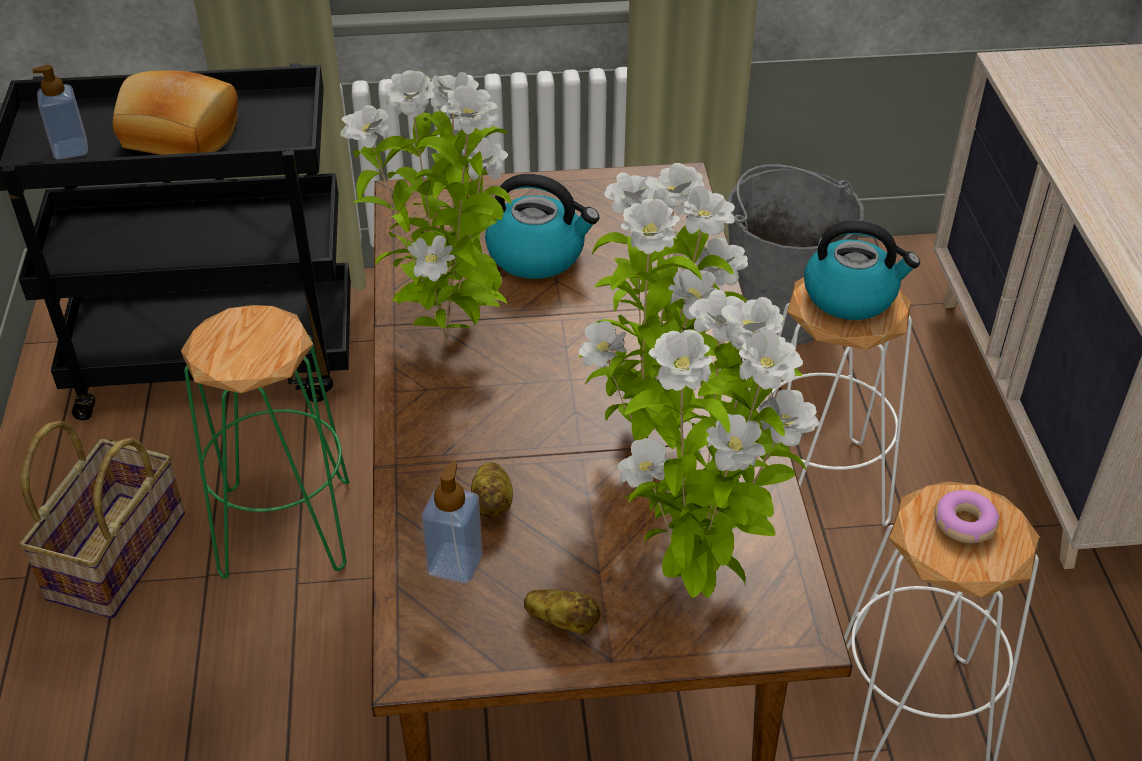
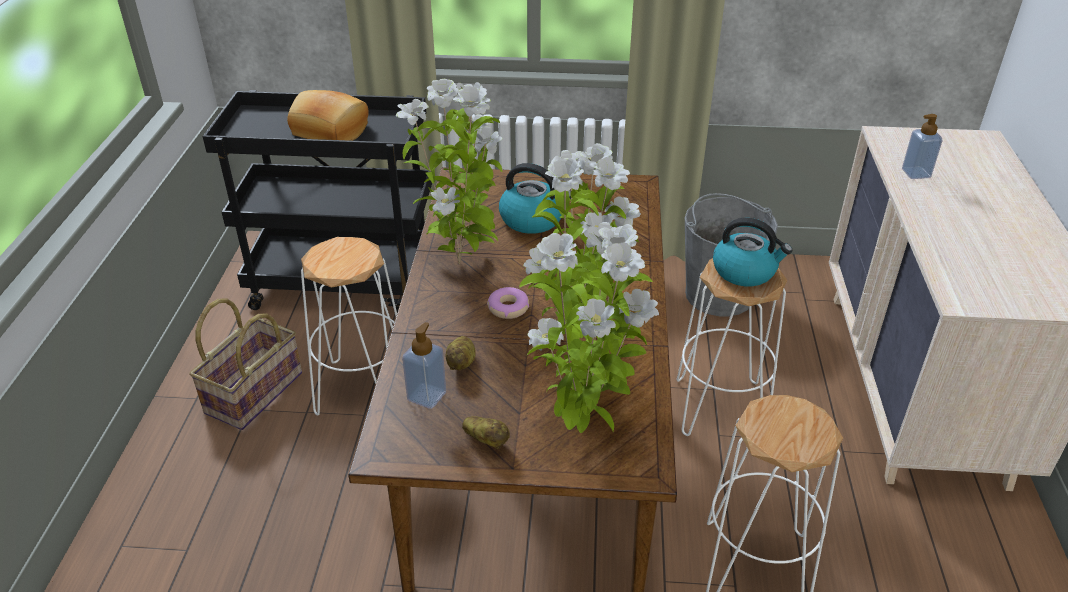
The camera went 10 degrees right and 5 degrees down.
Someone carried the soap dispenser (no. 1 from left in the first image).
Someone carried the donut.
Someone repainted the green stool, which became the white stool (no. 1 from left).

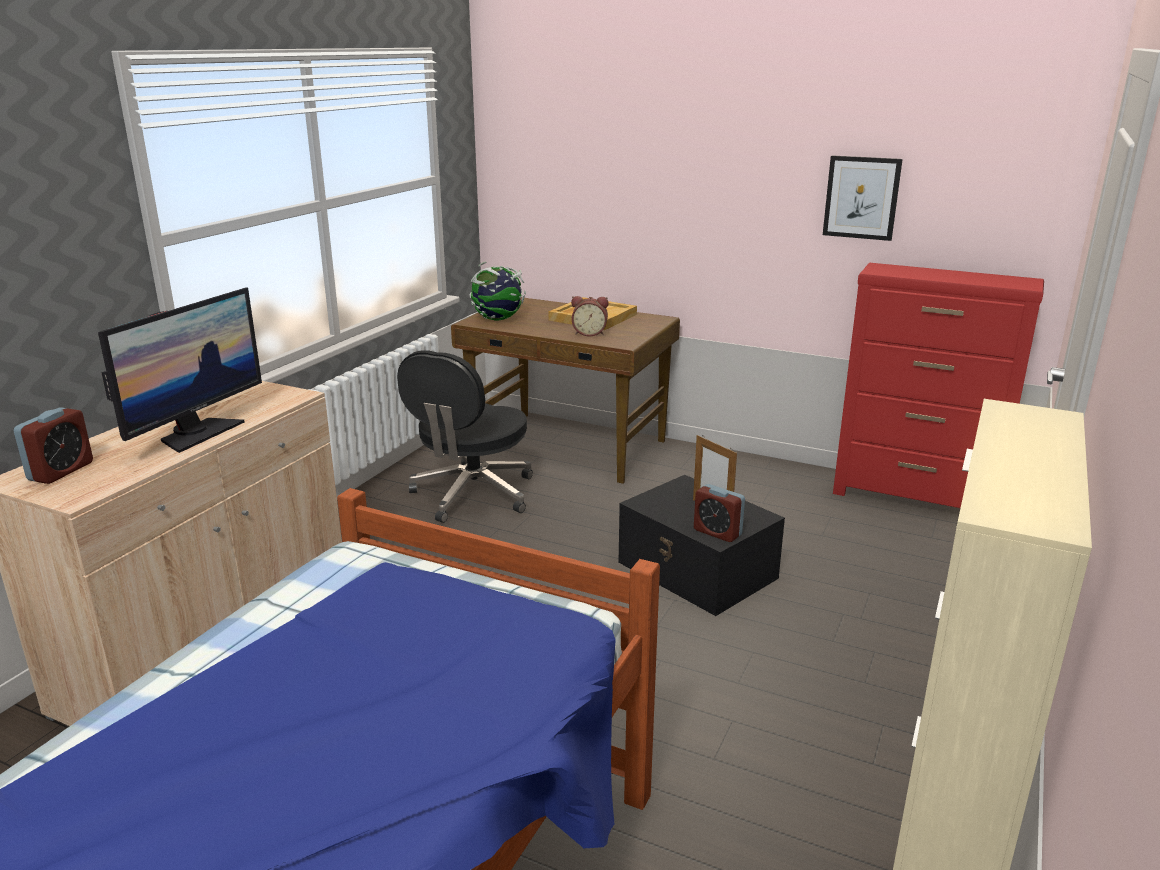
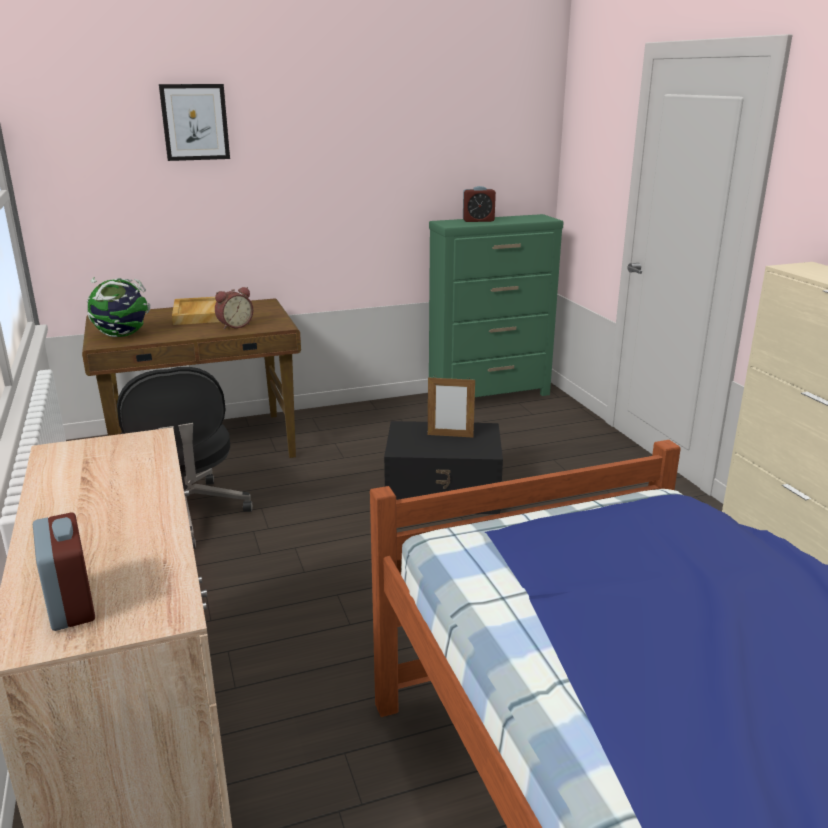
The camera went 45 degrees left and 0 degrees up.
Someone took away the monitor.
Someone carried the alarm clock (no. 3 from left).
Someone carried the picture.
Someone repainted the red dresser, which became the green dresser.

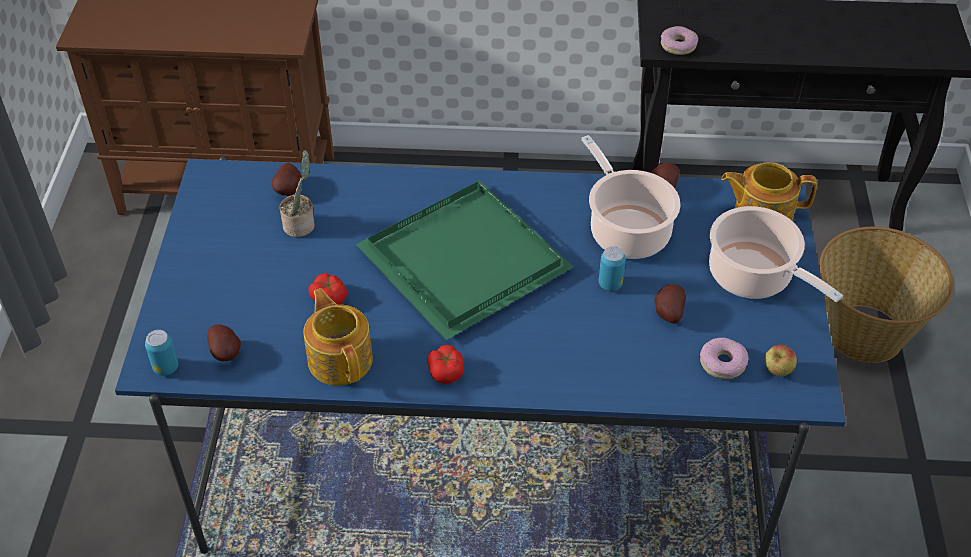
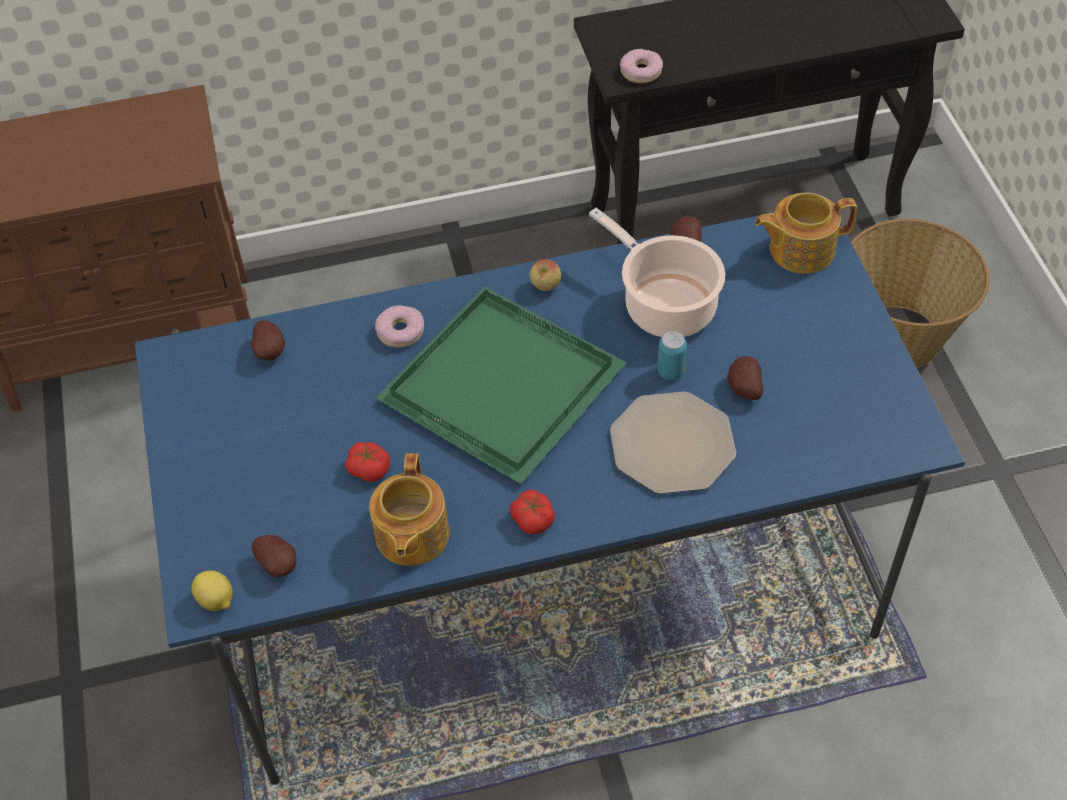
The camera went 15 degrees left and 5 degrees up.
Someone took away the potted plant.
Someone took away the cooking pot (no. 2 from left).
Someone put down the plate.
Someone carried the donut (no. 2 from left in the first image).
Someone carried the apple.
Someone swapped the can (no. 1 from left) for the lemon.
Someone rotated the teapot (no. 1 from left) by 135 degrees counterclockwise.

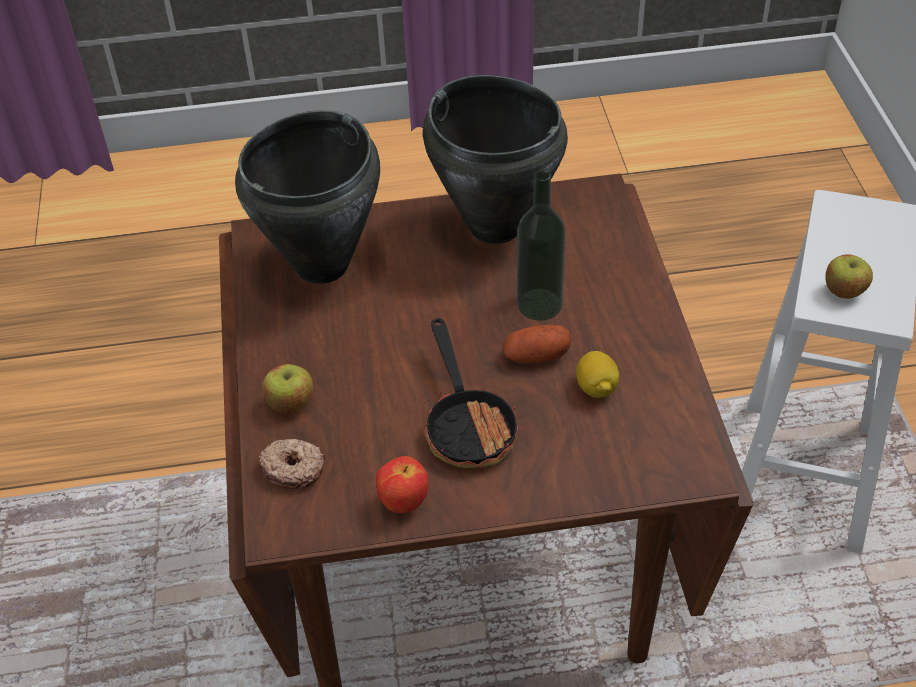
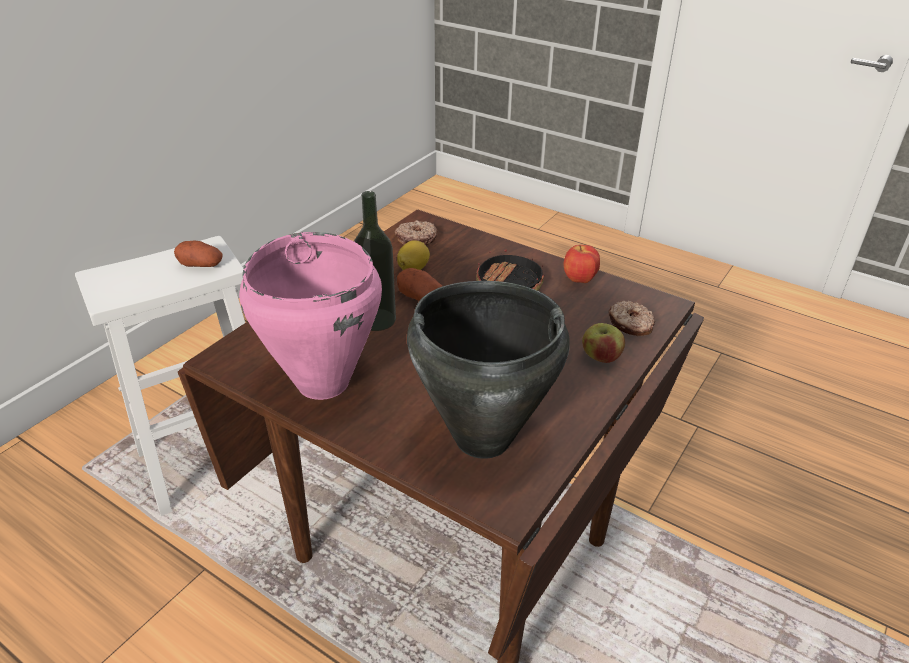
The camera went 140 degrees left and 10 degrees down.
Someone put down the donut (no. 1 from left).
Someone swapped the apple (no. 3 from left) for the potato (no. 1 from left).
Someone repainted the black cooking pot (no. 2 from left), which became the pink cooking pot.

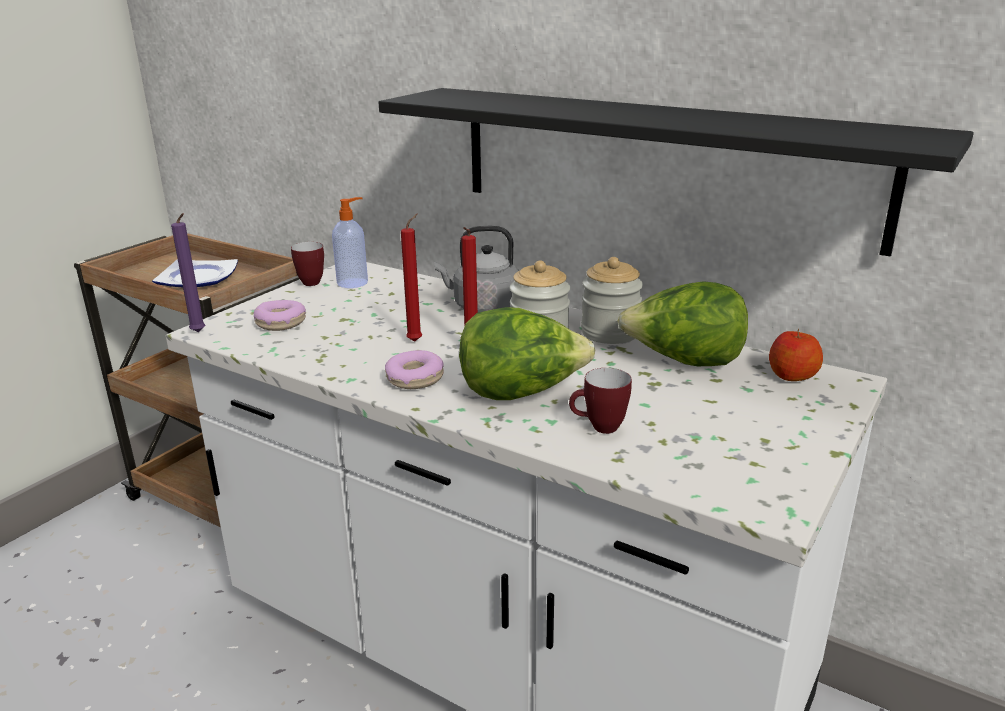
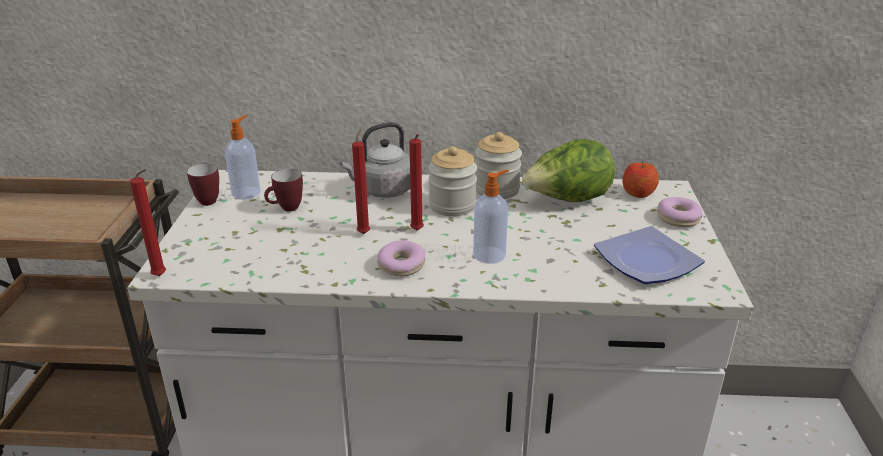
The camera went 30 degrees left and 5 degrees up.
Someone took away the black shelf.
Someone carried the plate.
Someone carried the donut (no. 1 from left in the first image).
Someone carried the mug (no. 2 from left).
Someone swapped the lettuce (no. 1 from left) for the soap dispenser (no. 2 from left).
Someone repainted the purple candle, which became the red candle (no. 1 from left).

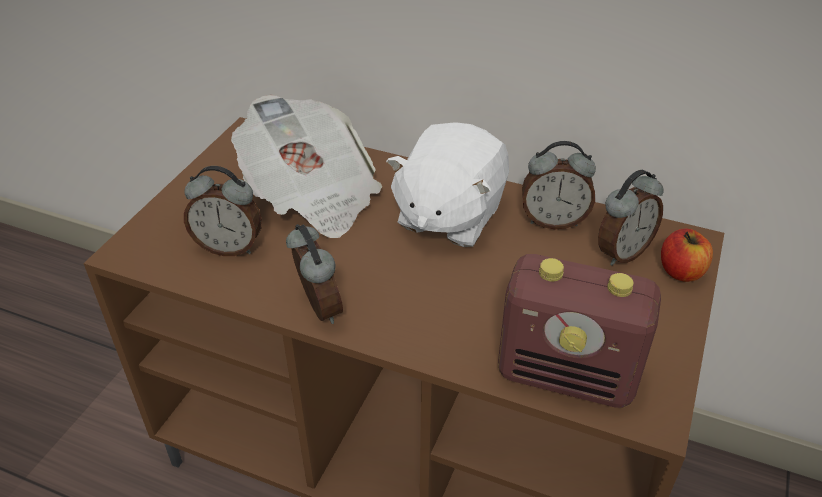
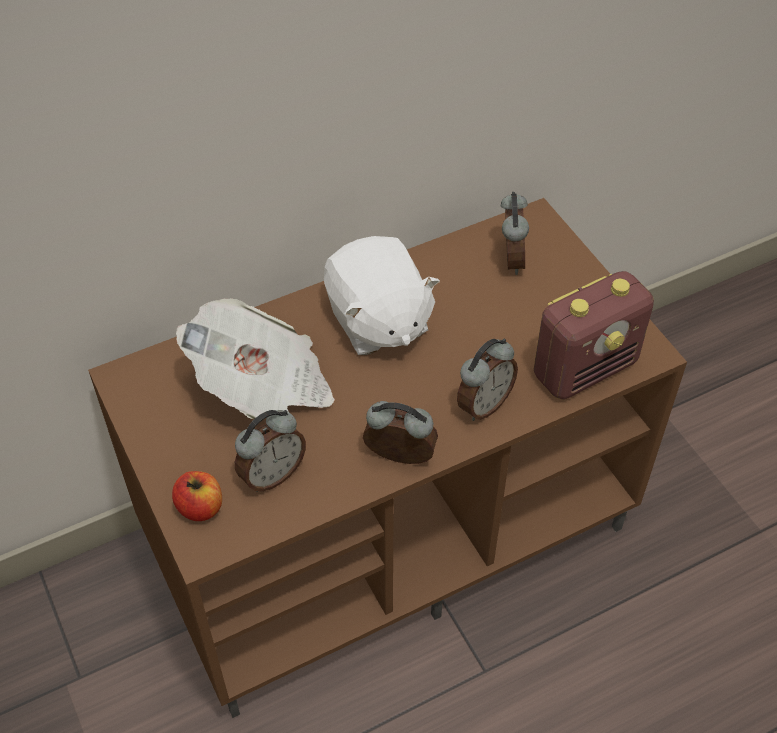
The camera went 50 degrees left and 10 degrees up.
Someone carried the alarm clock (no. 3 from left).
Someone carried the apple.

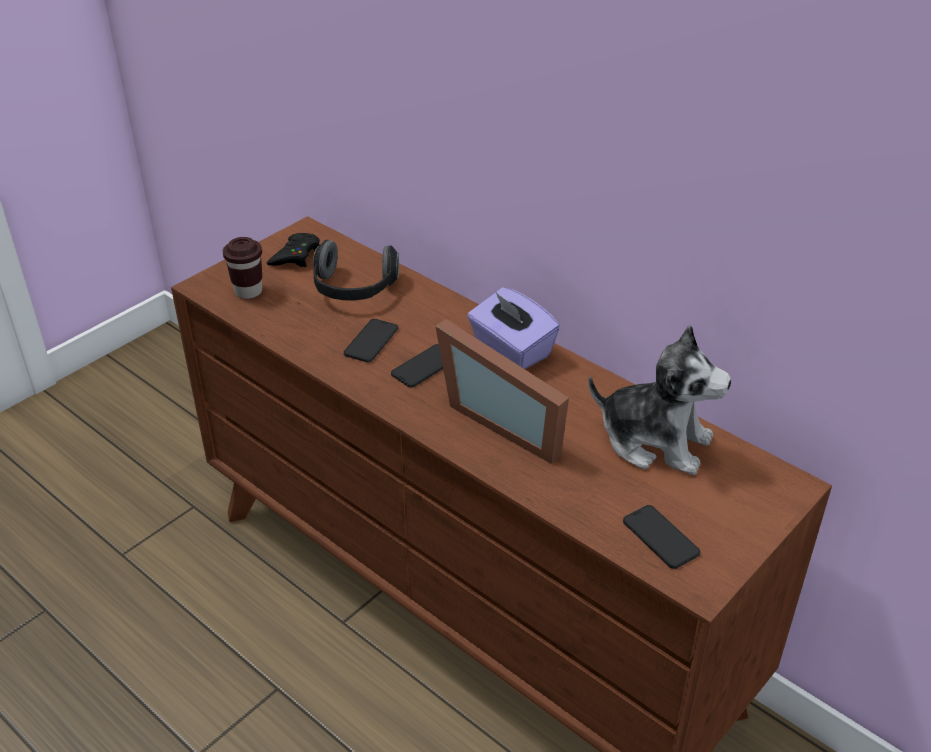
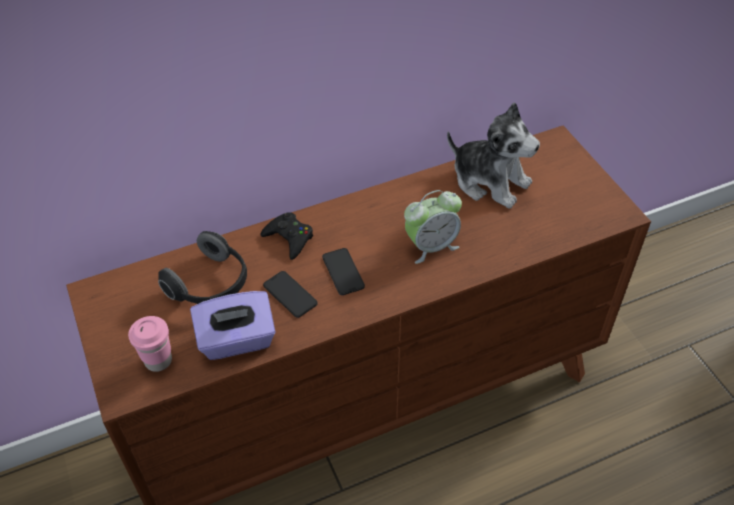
The camera went 65 degrees left and 10 degrees up.
Someone took away the phone (no. 3 from left).
Someone carried the black game controller.
Someone carried the purple tissue box.
Someone swapped the picture frame for the alarm clock.
Someone repainted the brown cup, which became the pink cup.
Someone rotated the plush toy by 75 degrees clockwise.

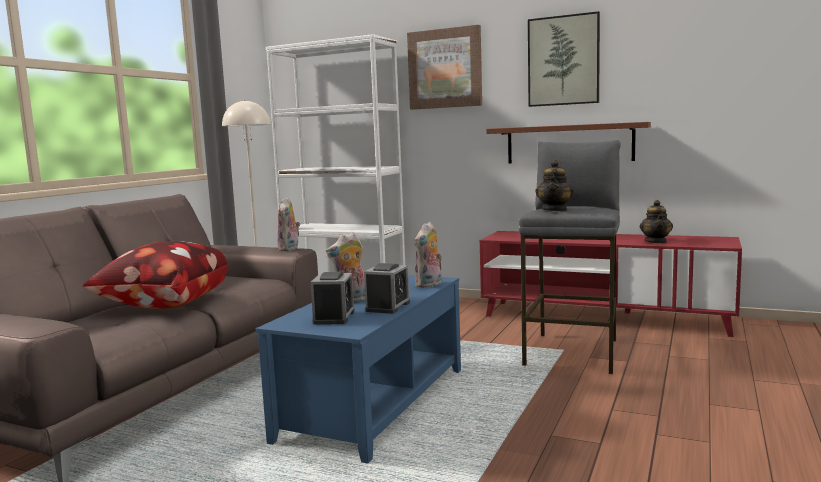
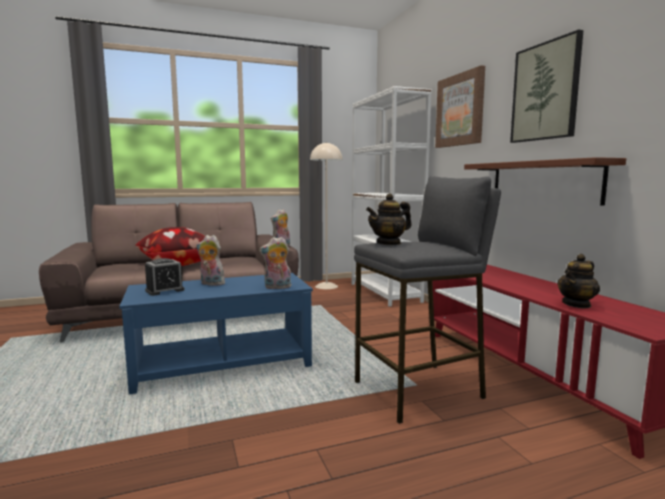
The camera went 45 degrees right and 0 degrees up.
Someone took away the alarm clock (no. 2 from left).

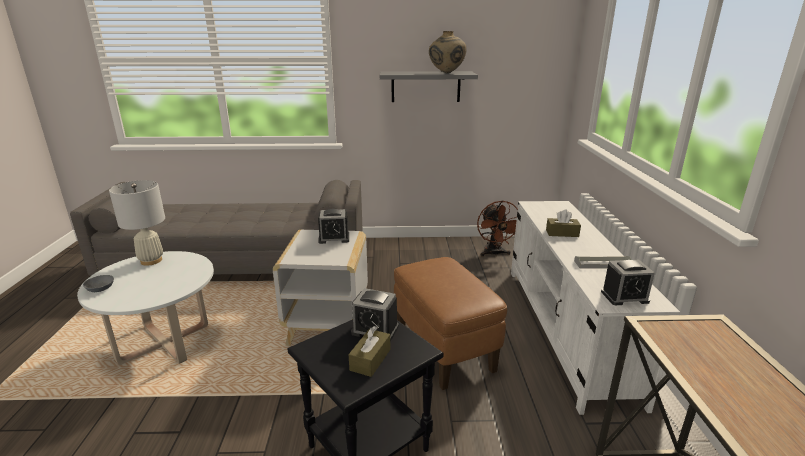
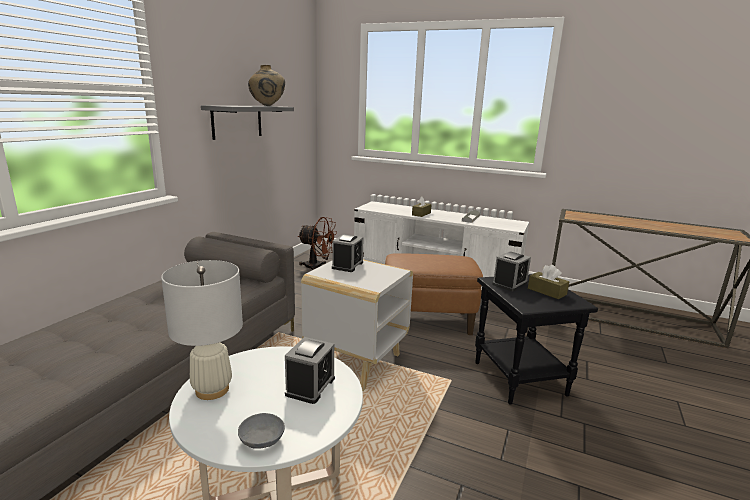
The camera went 65 degrees left and 5 degrees down.
Someone carried the alarm clock (no. 3 from left in the first image).

